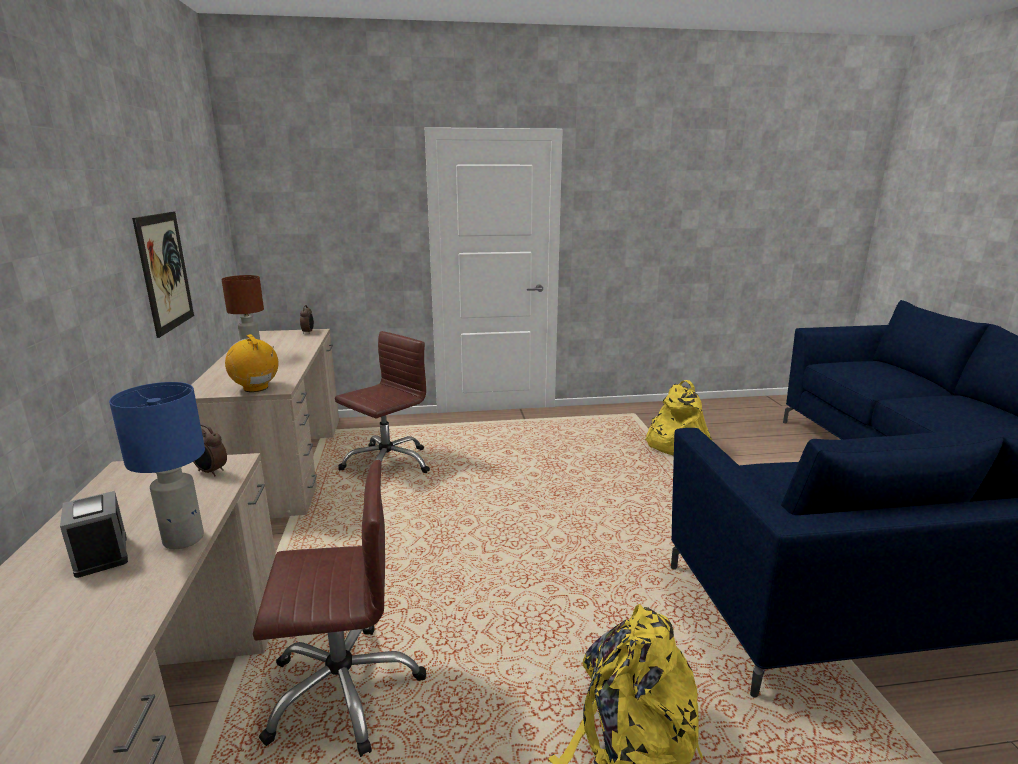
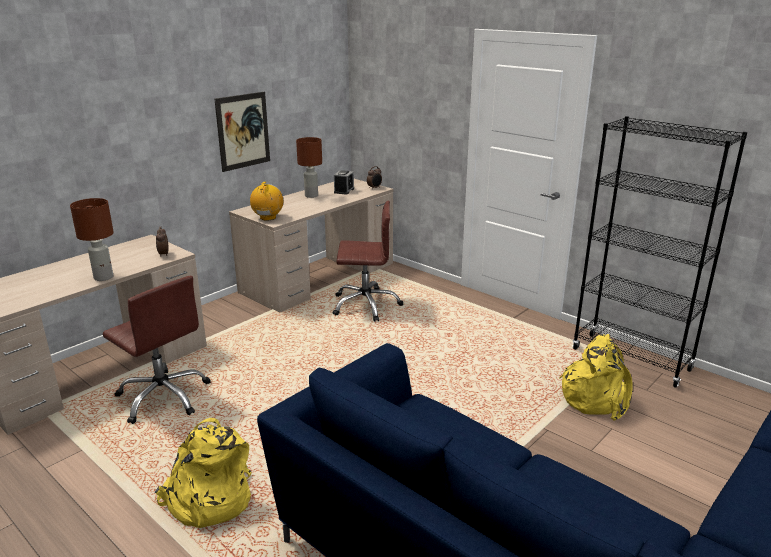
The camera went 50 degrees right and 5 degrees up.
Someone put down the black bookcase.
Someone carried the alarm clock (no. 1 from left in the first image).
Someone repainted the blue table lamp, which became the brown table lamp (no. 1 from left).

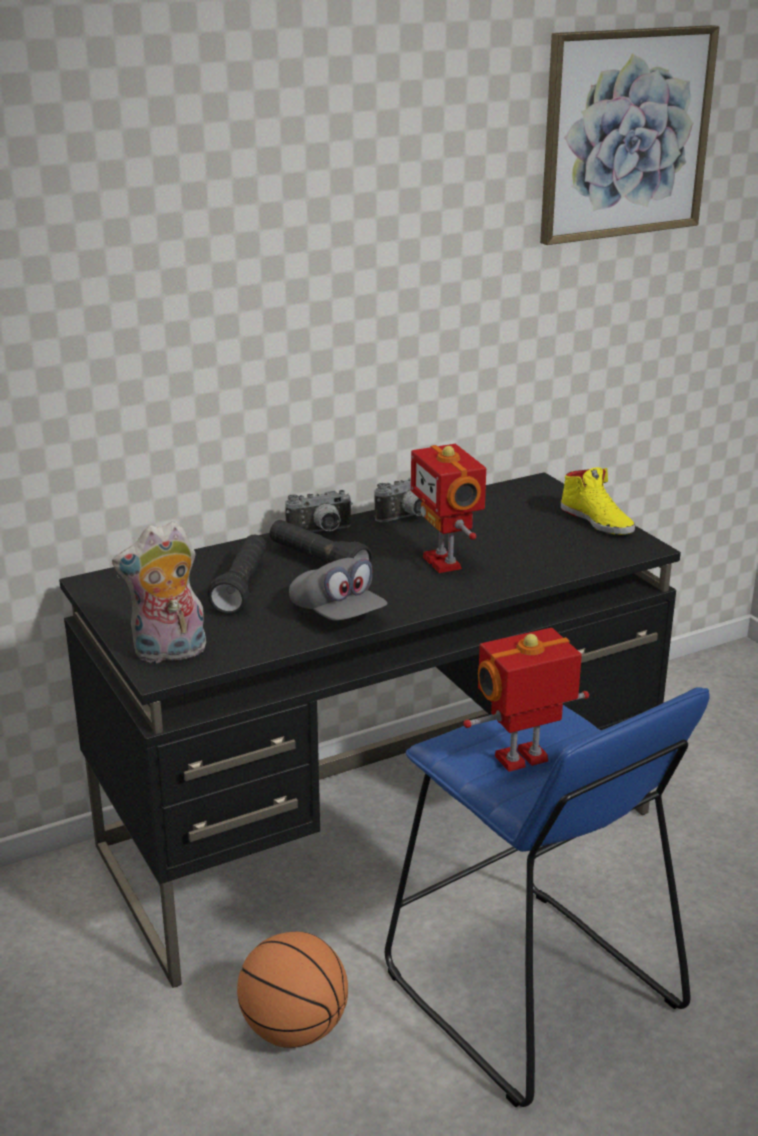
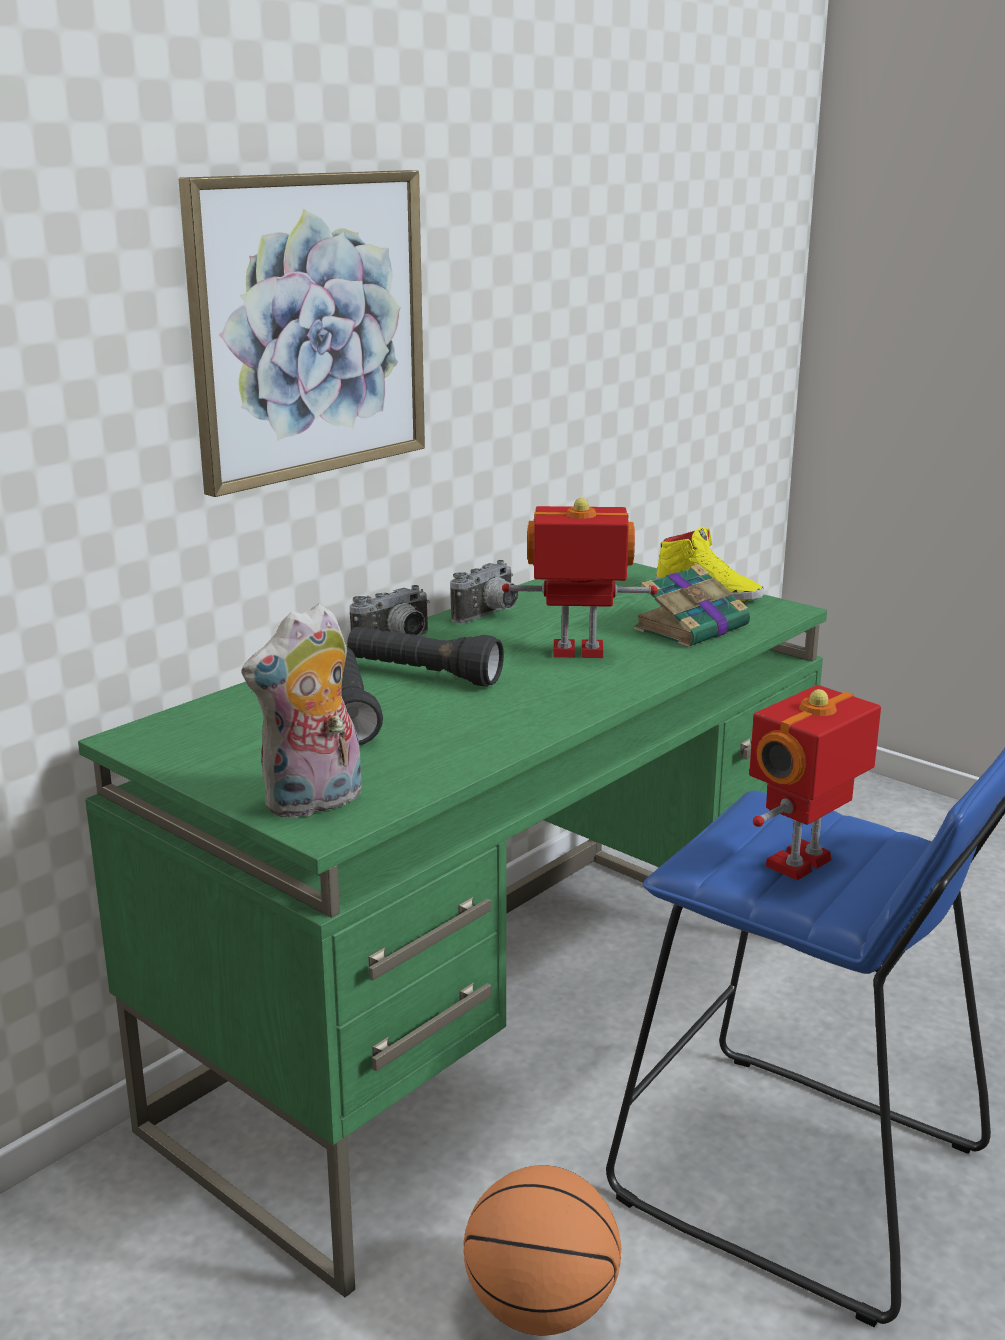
The camera went 20 degrees left and 5 degrees down.
Someone took away the grey cap.
Someone put down the book.
Someone carried the picture.
Someone repainted the black desk, which became the green desk.
Someone rotated the toy robot (no. 1 from left) by 135 degrees clockwise.

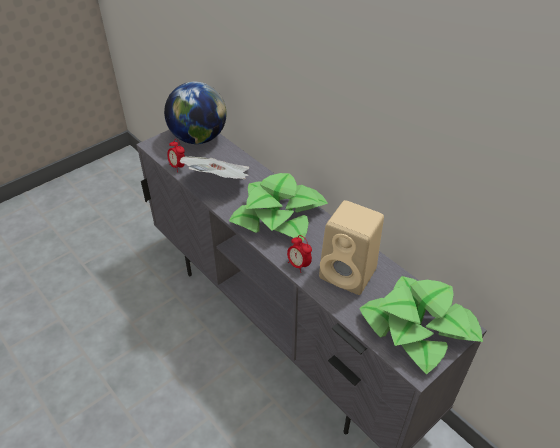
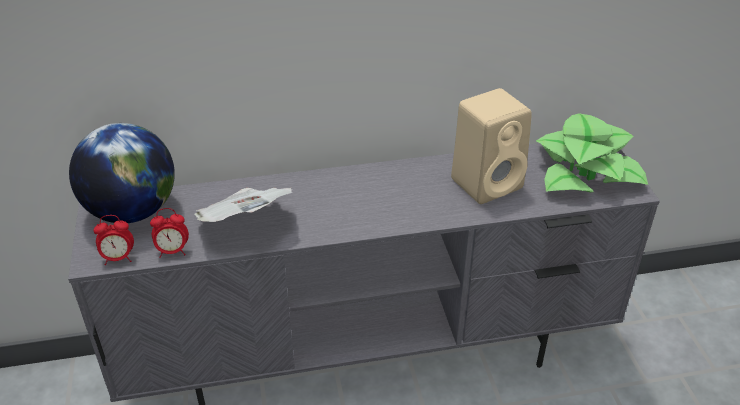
The camera went 60 degrees left and 5 degrees down.
Someone took away the potted plant (no. 1 from left).
Someone carried the alarm clock (no. 2 from left in the first image).

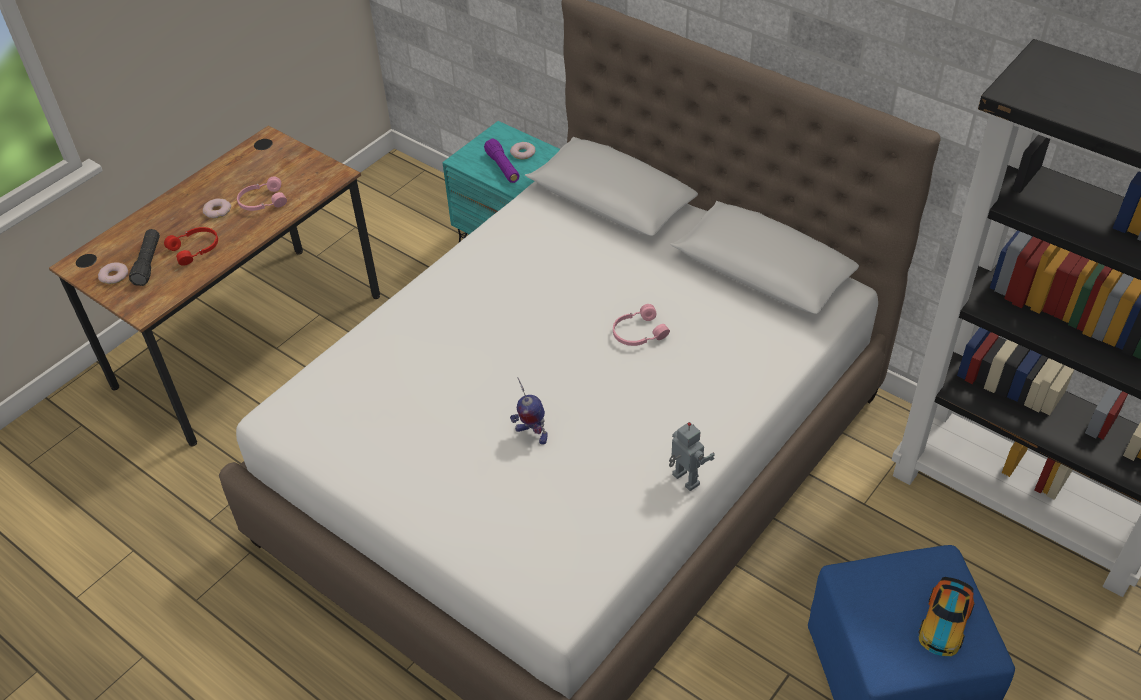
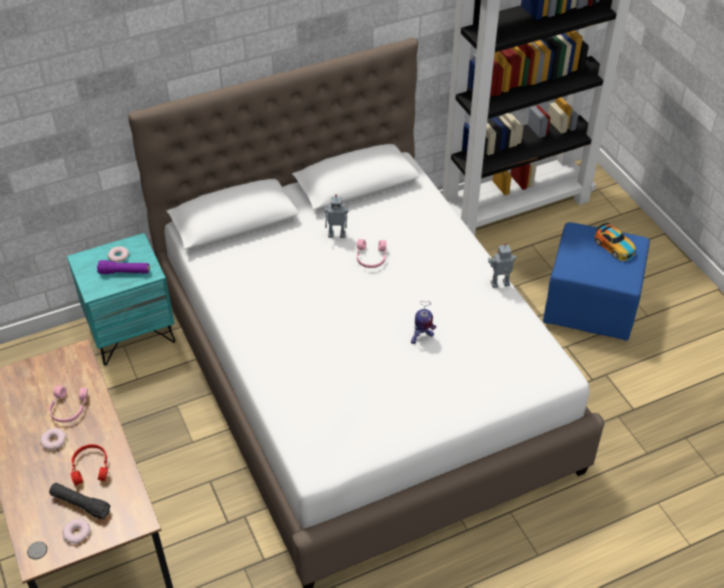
The camera went 65 degrees left and 0 degrees up.
Someone put down the toy robot (no. 1 from left).

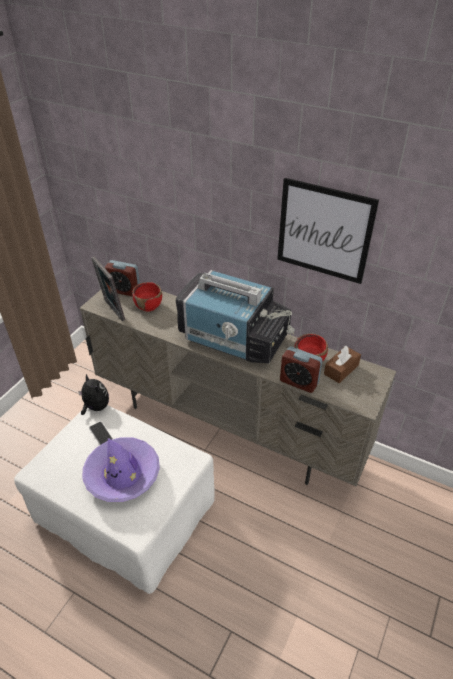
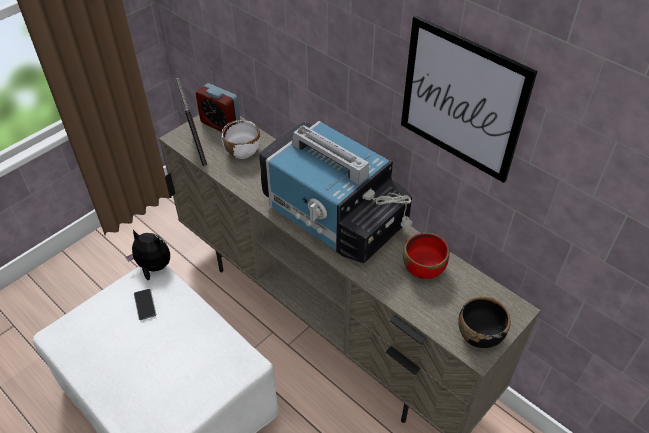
The camera went 15 degrees right and 5 degrees up.
Someone took away the purple hat.
Someone took away the alarm clock (no. 2 from left).
Someone took away the brown tissue box.
Someone put down the black bowl.
Someone repainted the red bowl (no. 1 from left), which became the white bowl.
Someone rotated the plush toy by 45 degrees counterclockwise.

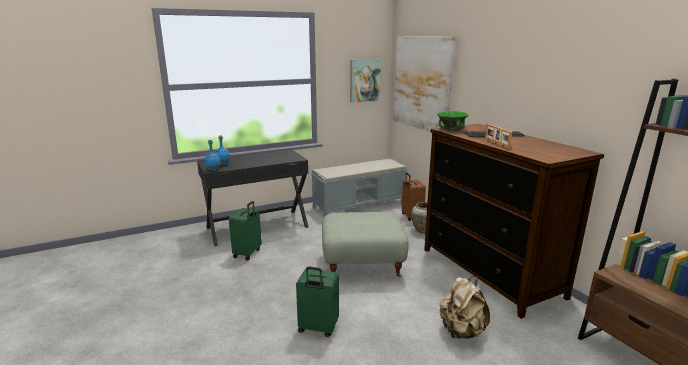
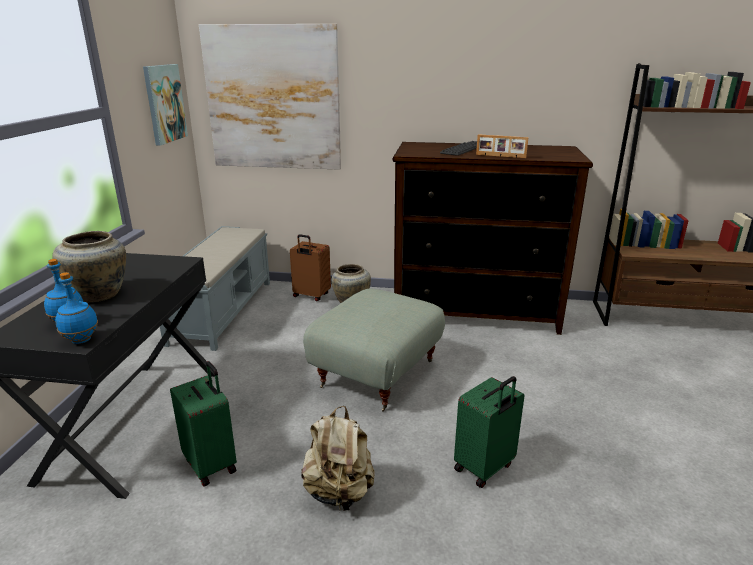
The camera went 55 degrees left and 5 degrees up.
Someone took away the green bowl.
Someone put down the beige vase (no. 1 from left).
Someone carried the beige backpack.

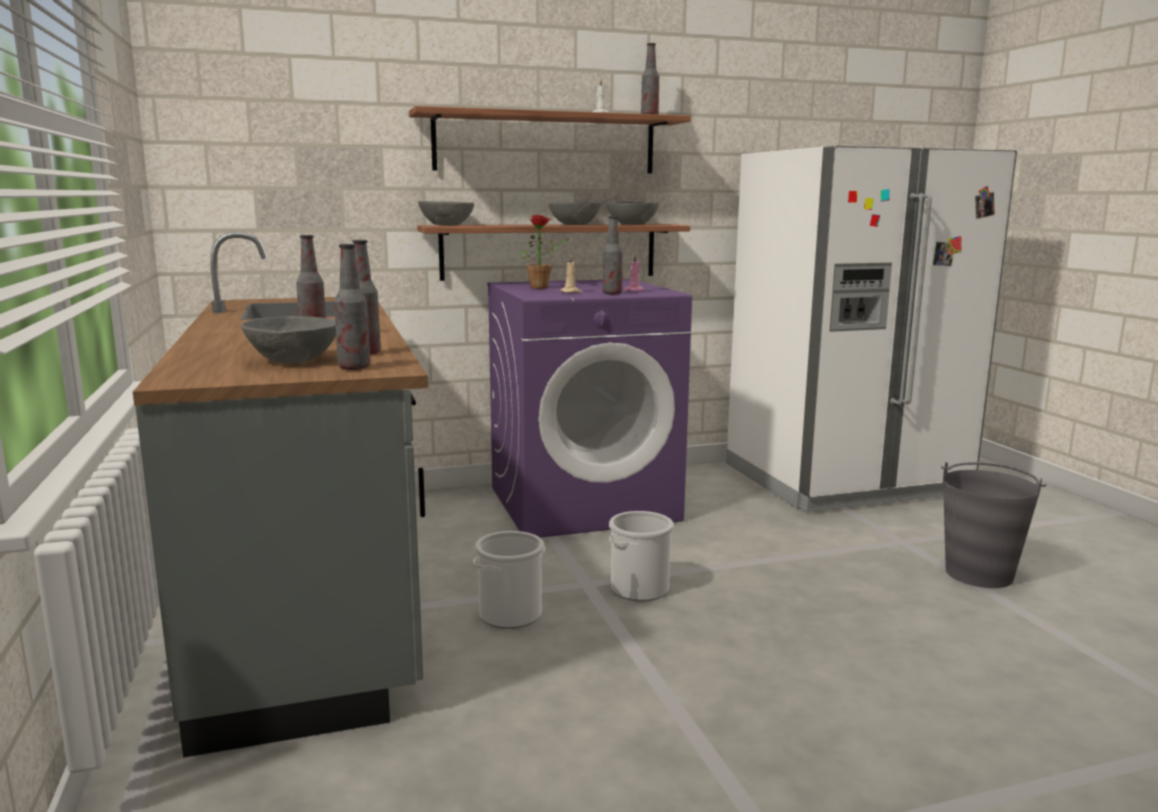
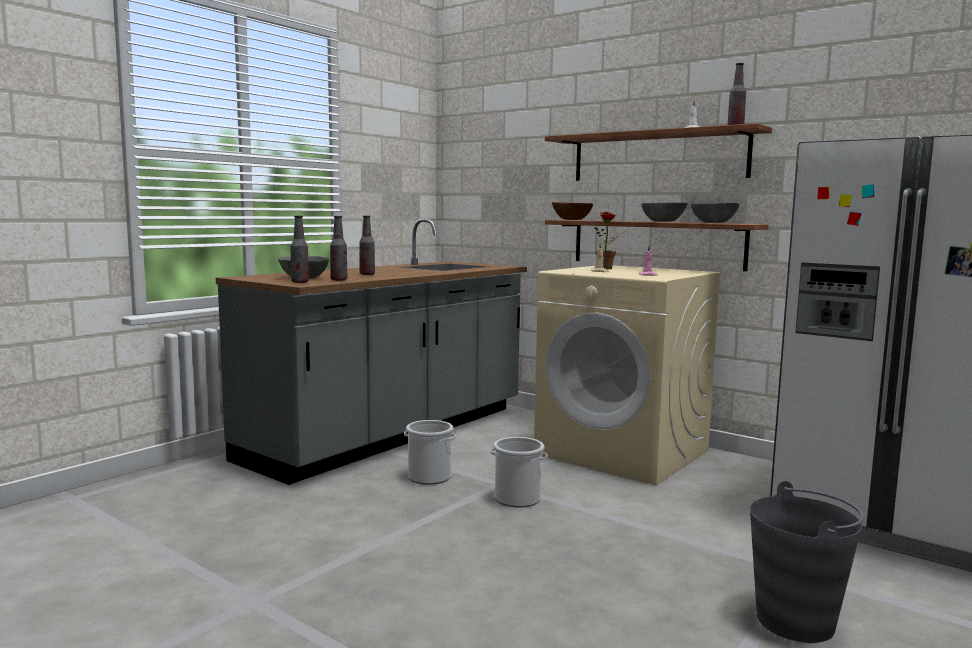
The camera went 55 degrees right and 5 degrees down.
Someone took away the bottle (no. 4 from left).
Someone repainted the grey bowl (no. 2 from left), which became the brown bowl.
Someone repainted the purple washing machine, which became the beige washing machine.

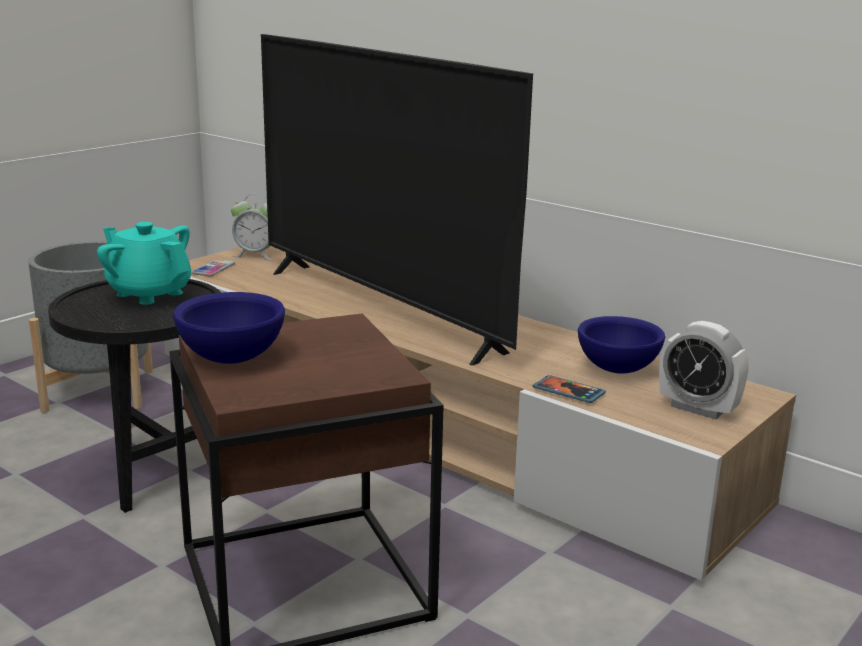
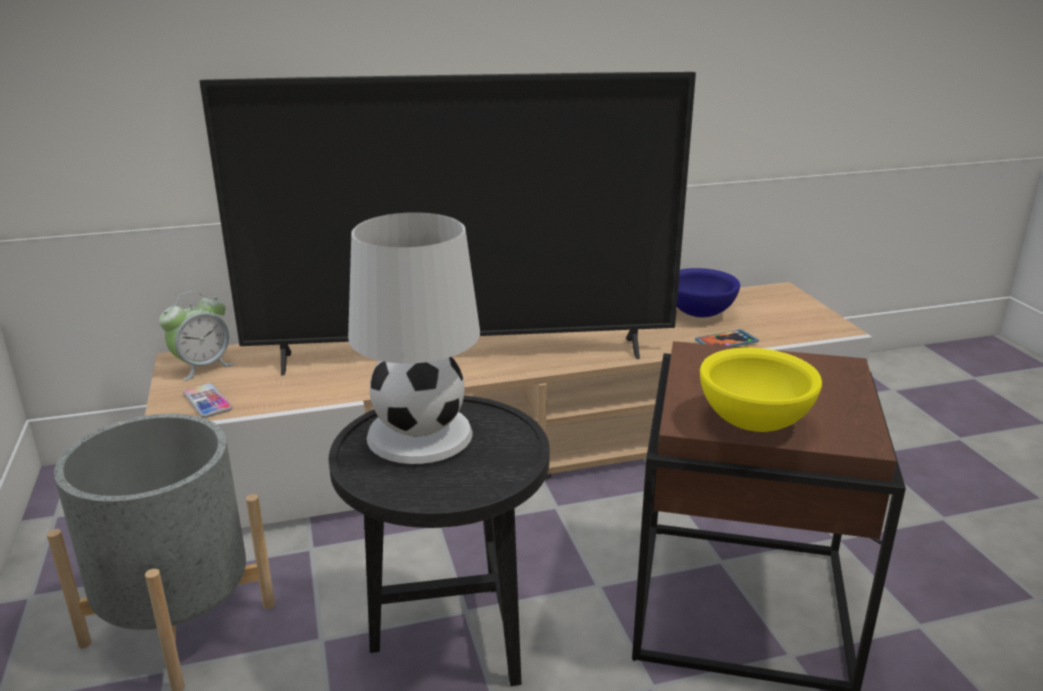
The camera went 55 degrees left and 5 degrees up.
Someone took away the alarm clock (no. 2 from left).
Someone swapped the turquoise teapot for the white table lamp.
Someone repainted the blue bowl (no. 1 from left), which became the yellow bowl.

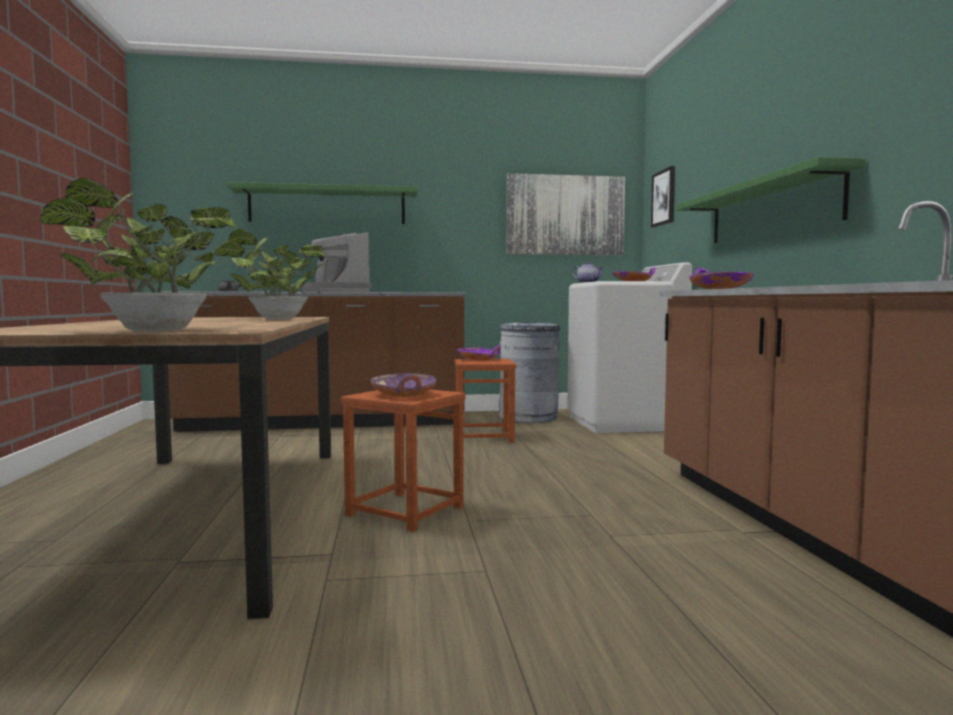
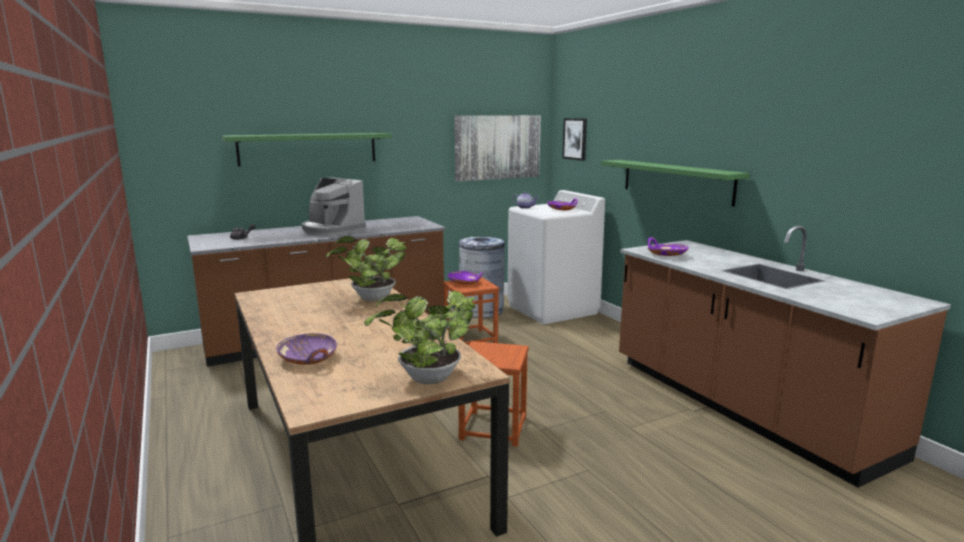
The camera went 20 degrees left and 10 degrees up.
Someone carried the purple bowl (no. 1 from left).

